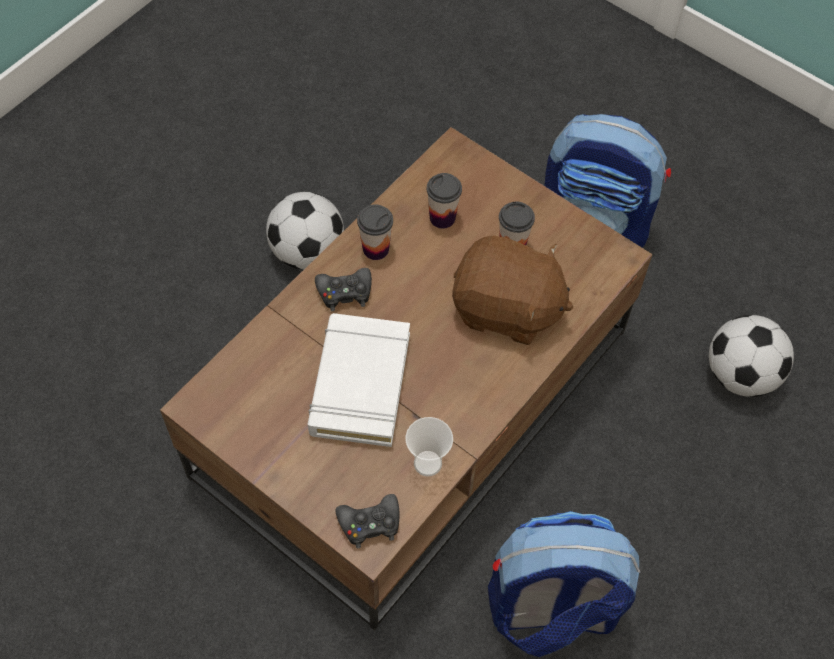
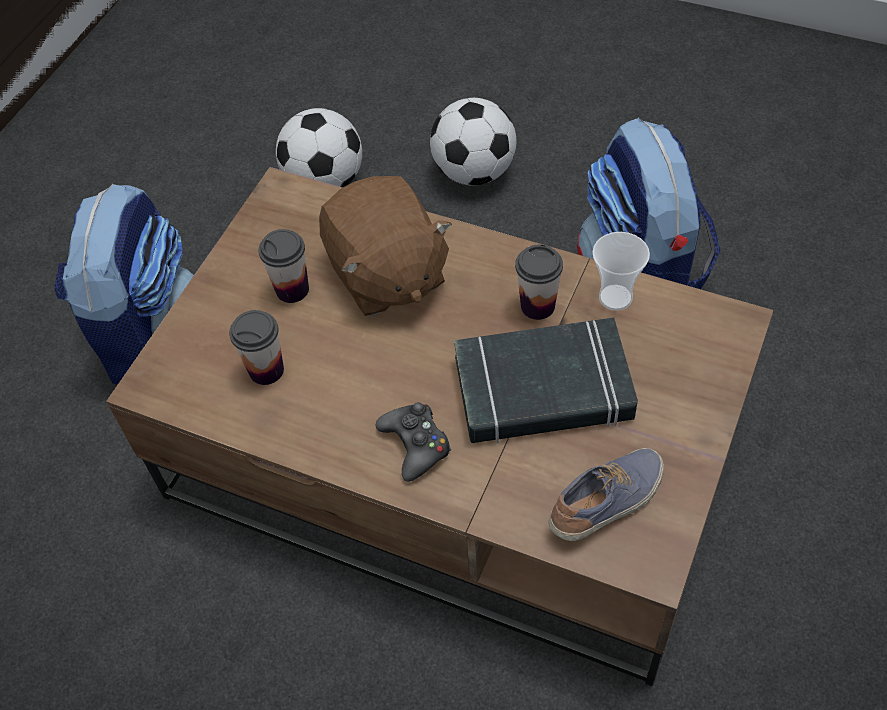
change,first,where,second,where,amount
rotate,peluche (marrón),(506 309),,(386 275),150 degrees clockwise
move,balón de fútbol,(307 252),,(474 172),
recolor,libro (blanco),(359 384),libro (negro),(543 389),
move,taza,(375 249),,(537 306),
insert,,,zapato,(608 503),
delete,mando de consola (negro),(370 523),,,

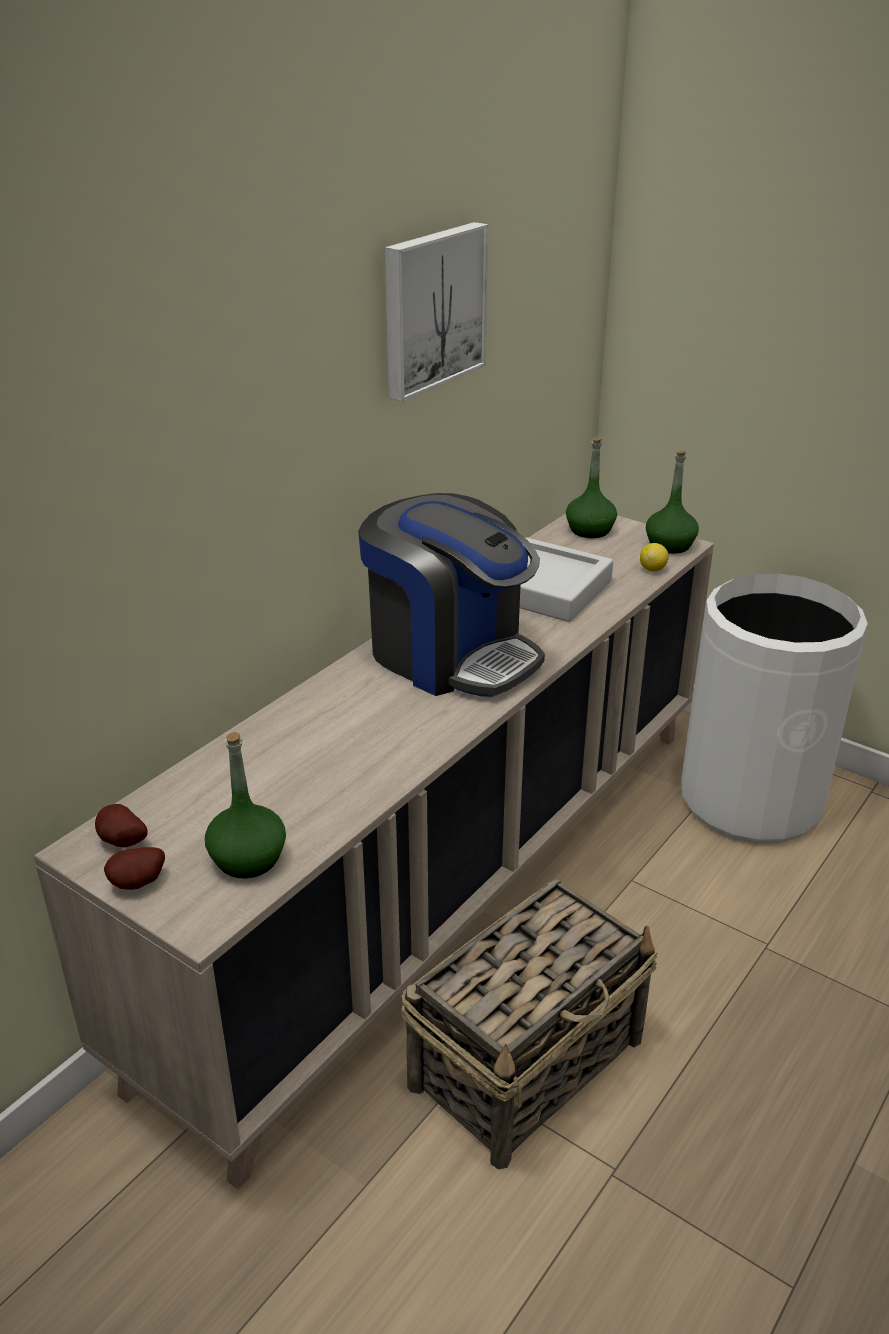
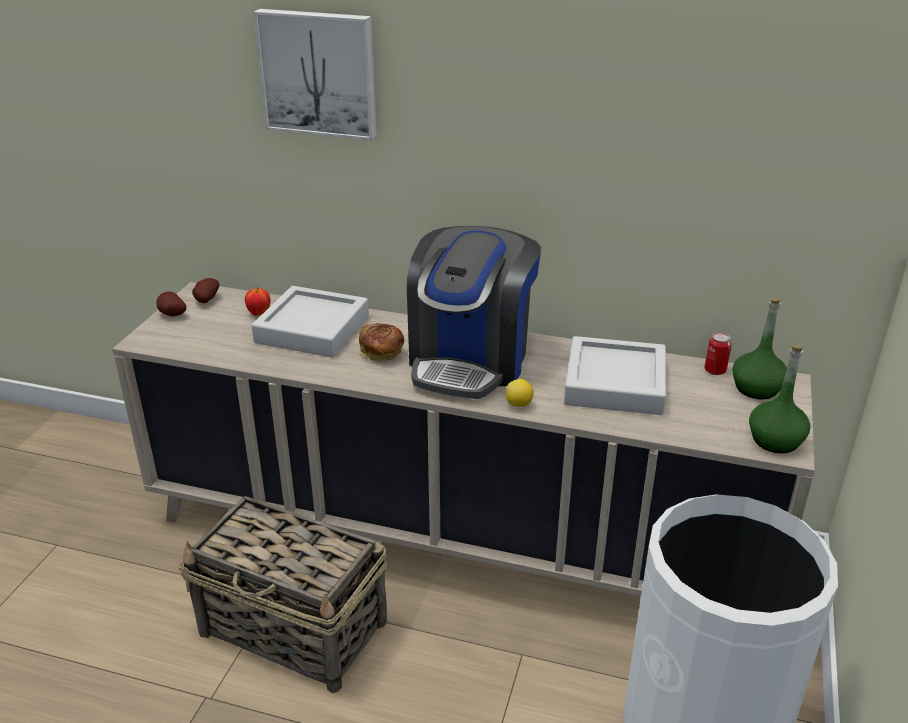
change,first,where,second,where,amount
insert,,,manzana,(259 313),
insert,,,bandeja (gris),(312 329),
move,cuadro,(431 309),,(319 73),
insert,,,pan,(382 353),
move,limón,(652 569),,(519 404),
insert,,,lata,(715 370),
delete,botella (verde),(248 859),,,

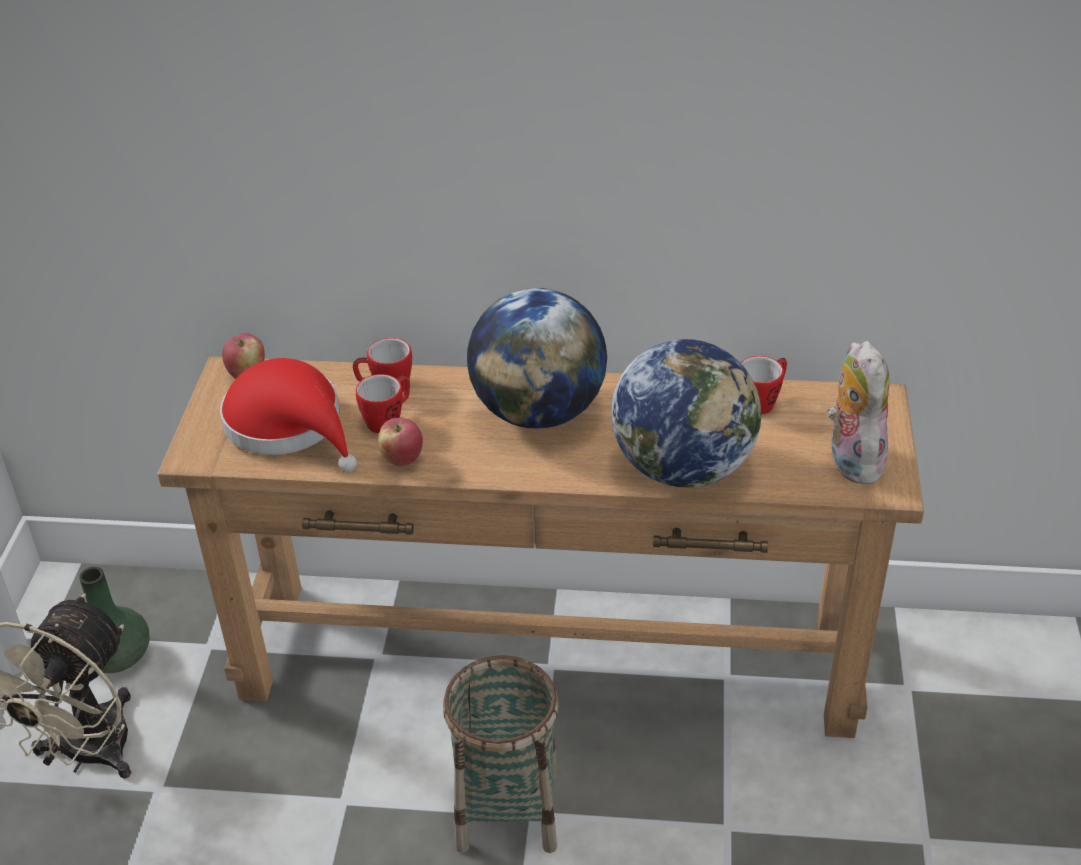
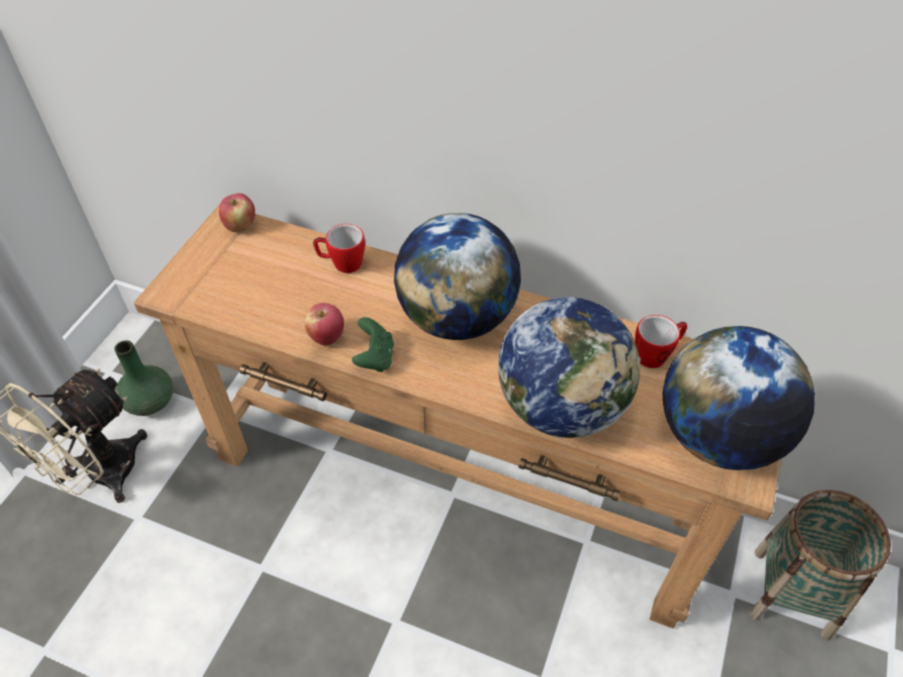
change,first,where,second,where,amount
insert,,,mando de consola (verde),(375 358),
replace,peluche,(850 459),globo terráqueo,(718 437),
move,cesta,(507 810),,(792 592),
delete,sombrero (rojo),(290 425),,,
delete,taza grande,(388 419),,,

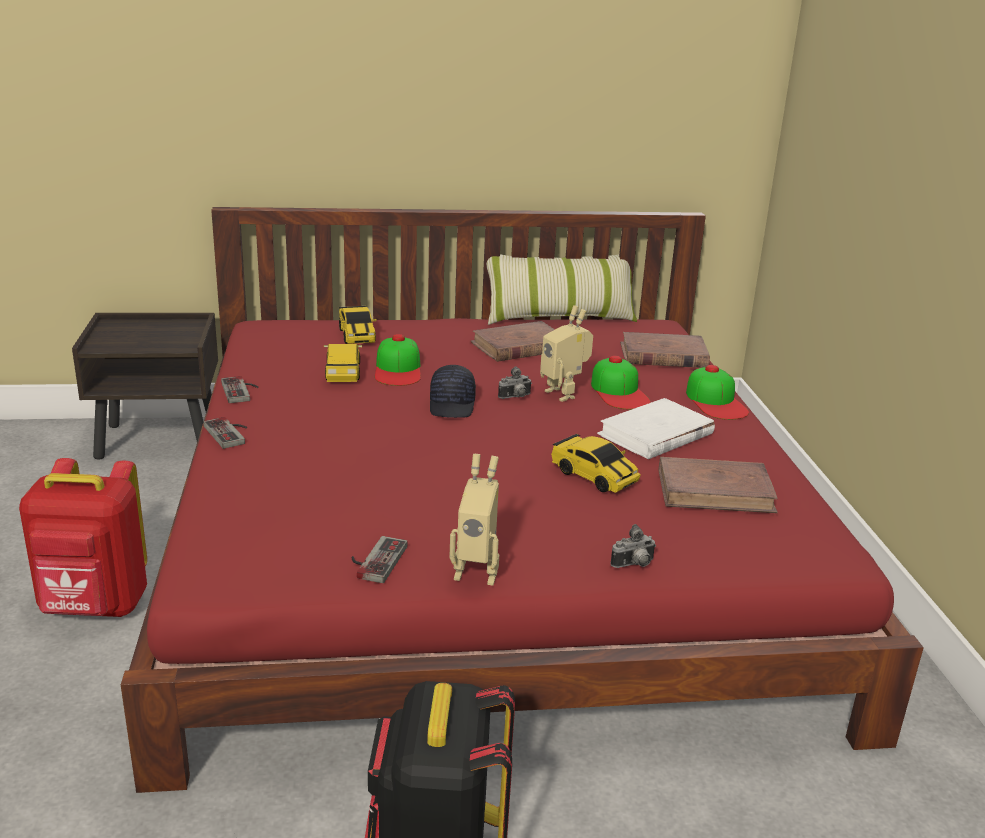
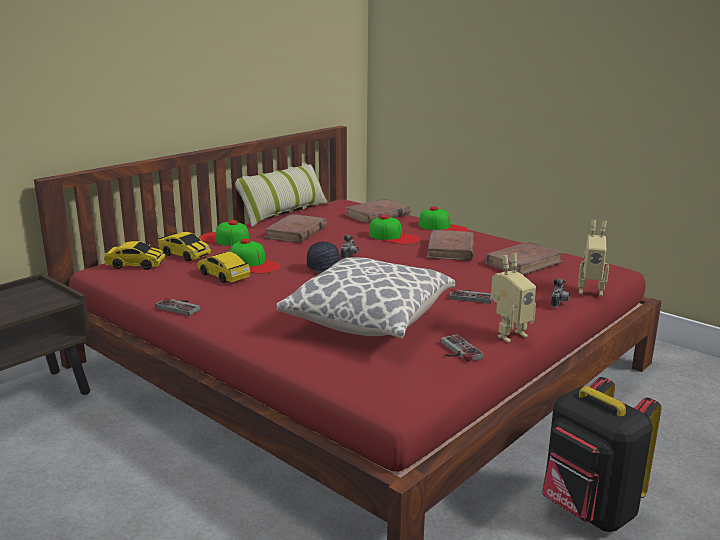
change,first,where,second,where,amount
move,coche de juguete,(594 476),,(135 265),
insert,,,gorra,(224 239),
insert,,,cojín,(368 322),
recolor,libro (blanco),(655 434),libro (marrón),(450 249),
move,mando de consola,(230 433),,(471 296),
move,robot de juguete,(564 393),,(590 290),
delete,mochila (rojo),(95 607),,,

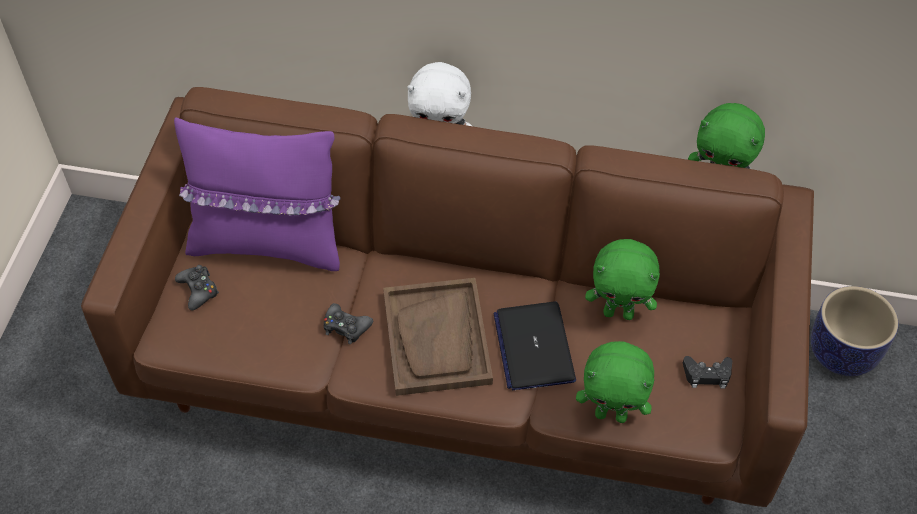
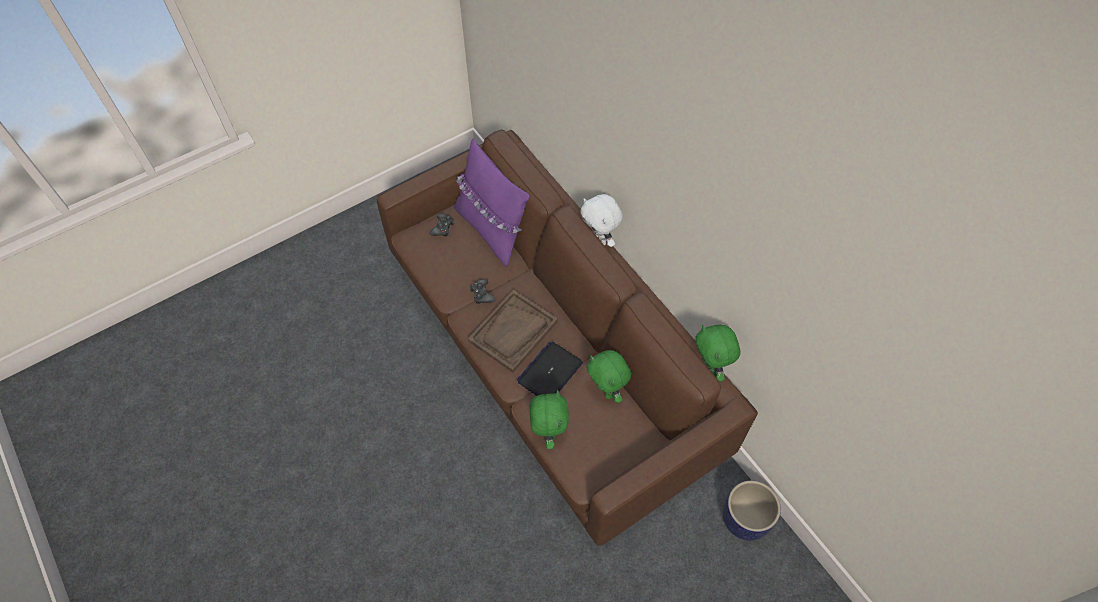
change,first,where,second,where,amount
rotate,peluche (verde),(611 414),,(548 432),150 degrees counterclockwise
delete,mando de consola (negro),(707 374),,,

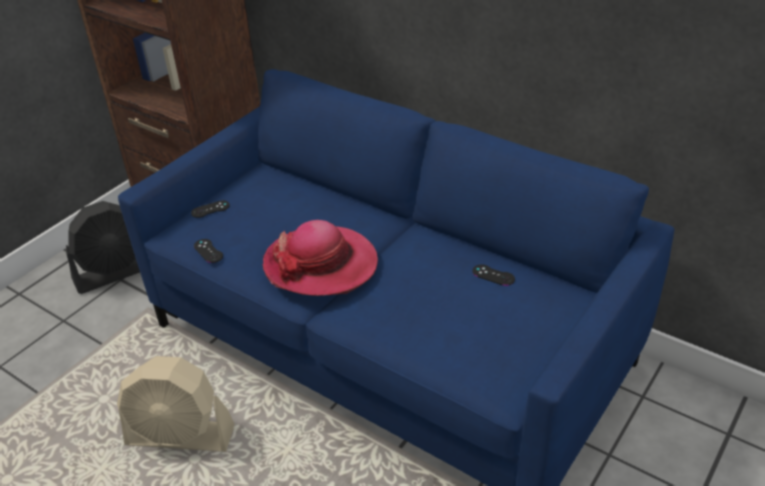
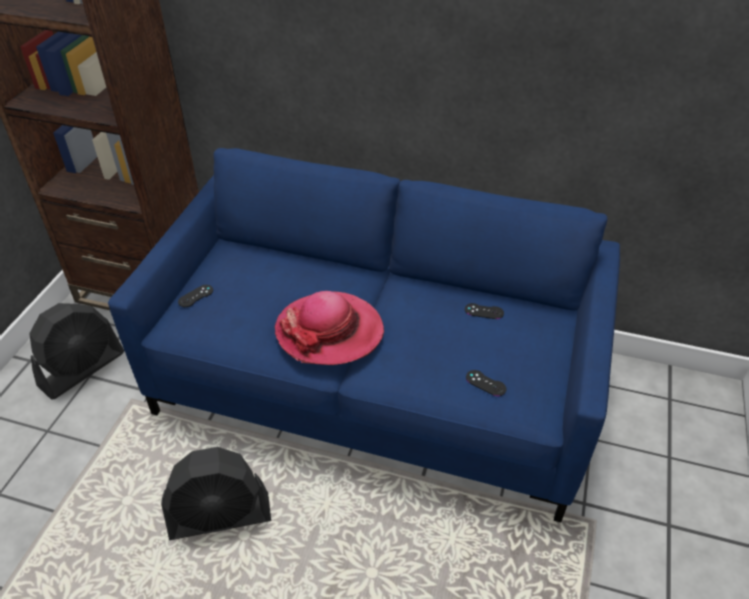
change,first,where,second,where,amount
recolor,ventilador (beis),(181 436),ventilador (negro),(220 517),
move,mando de consola (negro),(208 251),,(485 383),

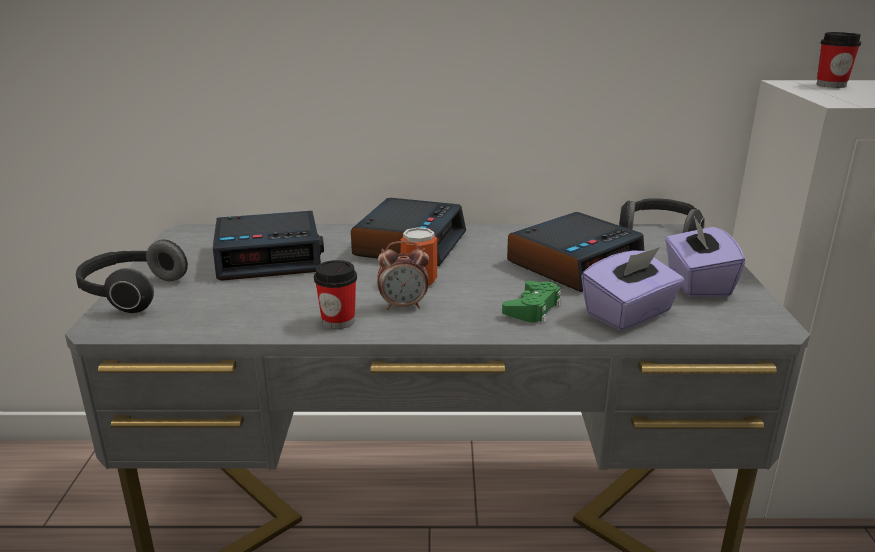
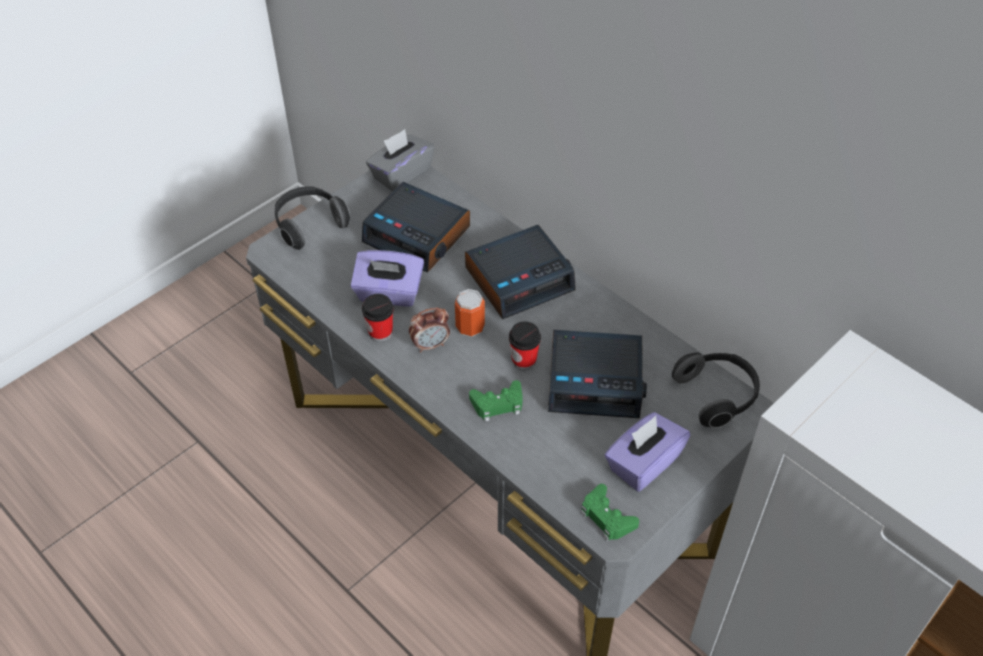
change,first,where,second,where,amount
move,caja de pañuelos (morado),(629 314),,(389 293),
insert,,,caja de pañuelos (gris),(401 174),
rotate,despertador,(403 306),,(430 345),60 degrees counterclockwise
move,taza,(831 85),,(524 360),
insert,,,mando de consola (verde),(607 517),

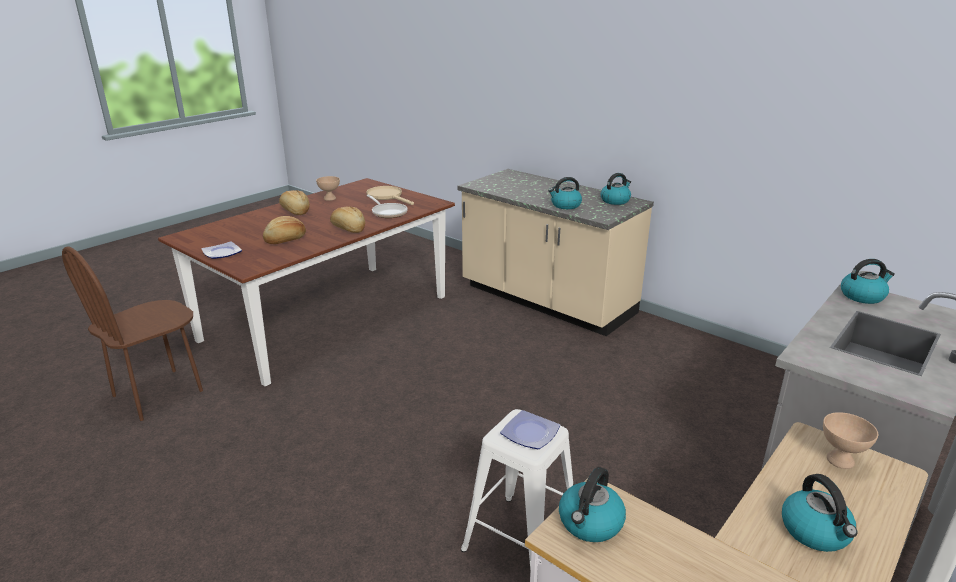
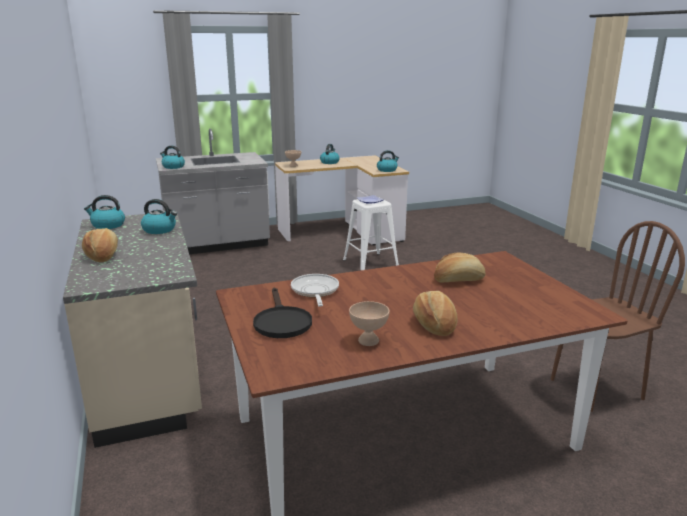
change,first,where,second,where,amount
move,pan,(348 229),,(103 255),
recolor,sartén (beis),(387 196),sartén (negro),(281 322),
delete,plato,(222 252),,,

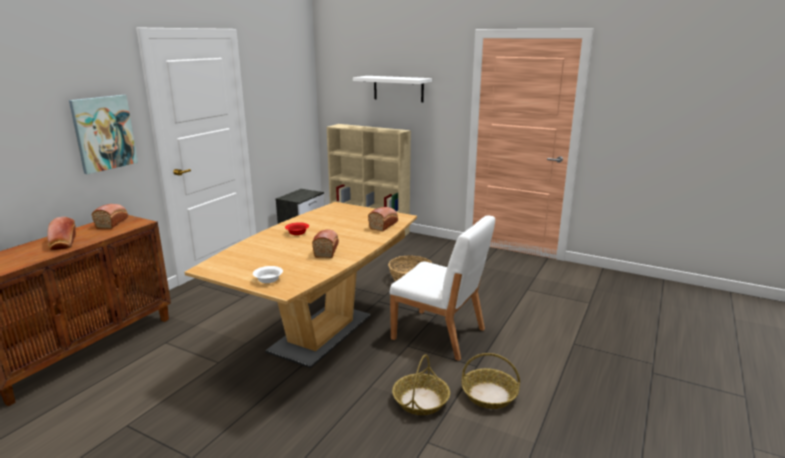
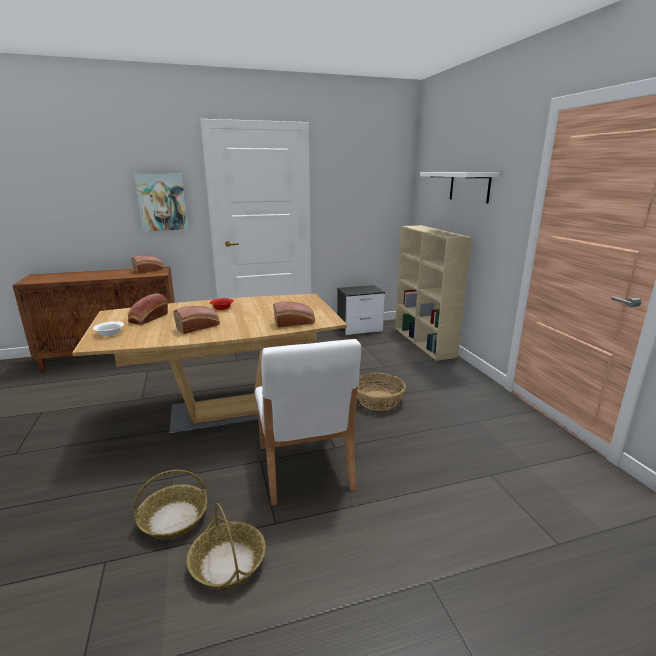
change,first,where,second,where,amount
move,pan,(63 243),,(148 319),

